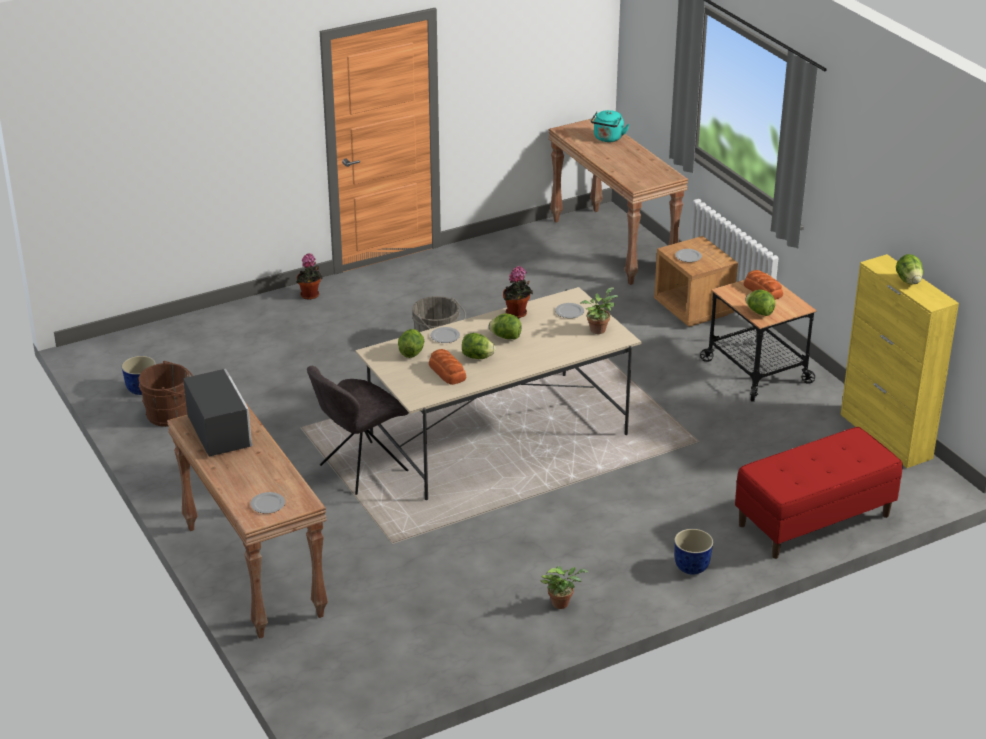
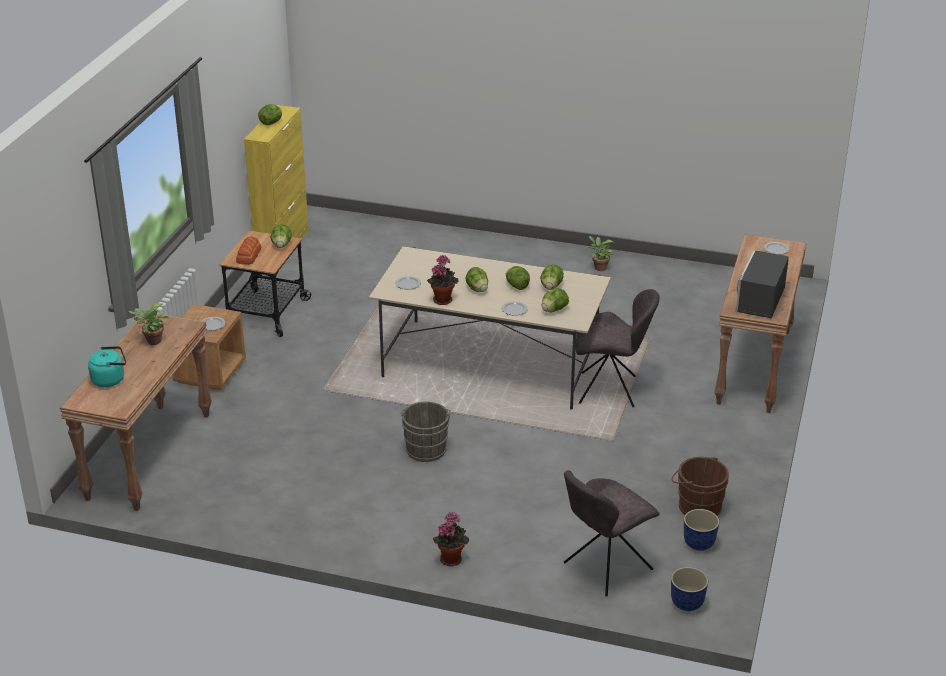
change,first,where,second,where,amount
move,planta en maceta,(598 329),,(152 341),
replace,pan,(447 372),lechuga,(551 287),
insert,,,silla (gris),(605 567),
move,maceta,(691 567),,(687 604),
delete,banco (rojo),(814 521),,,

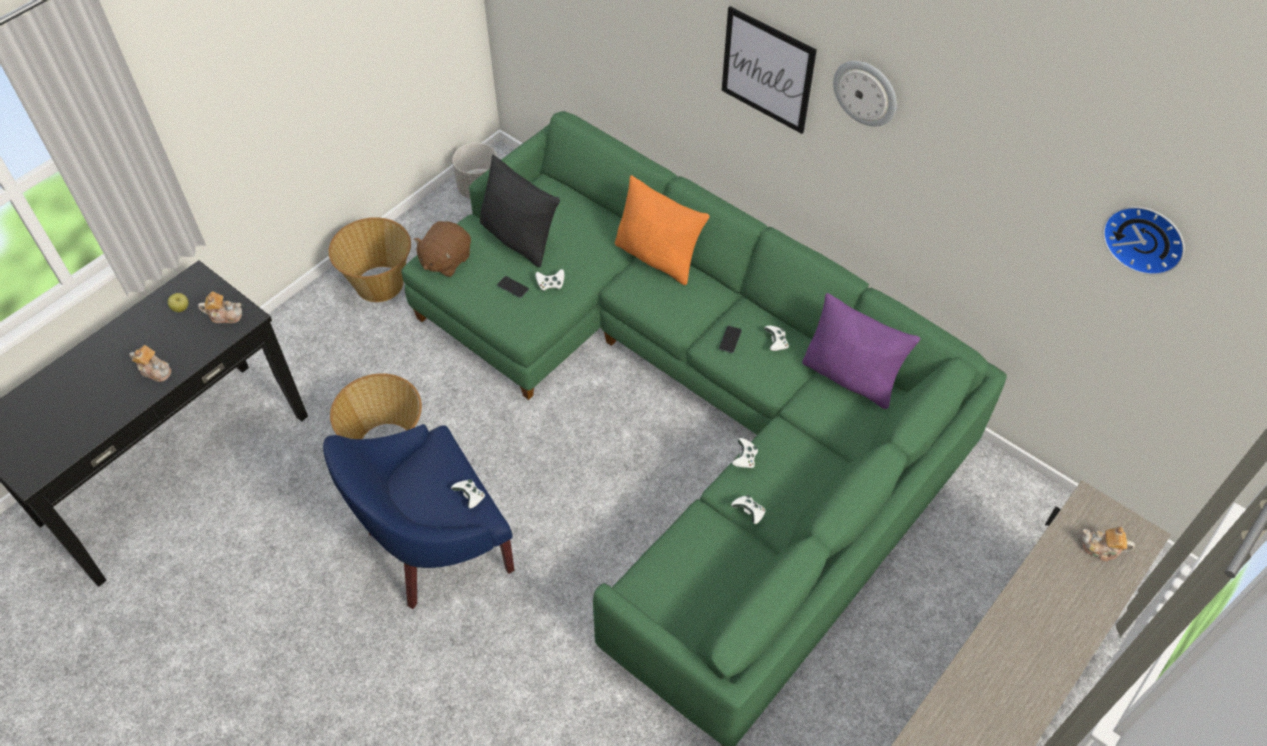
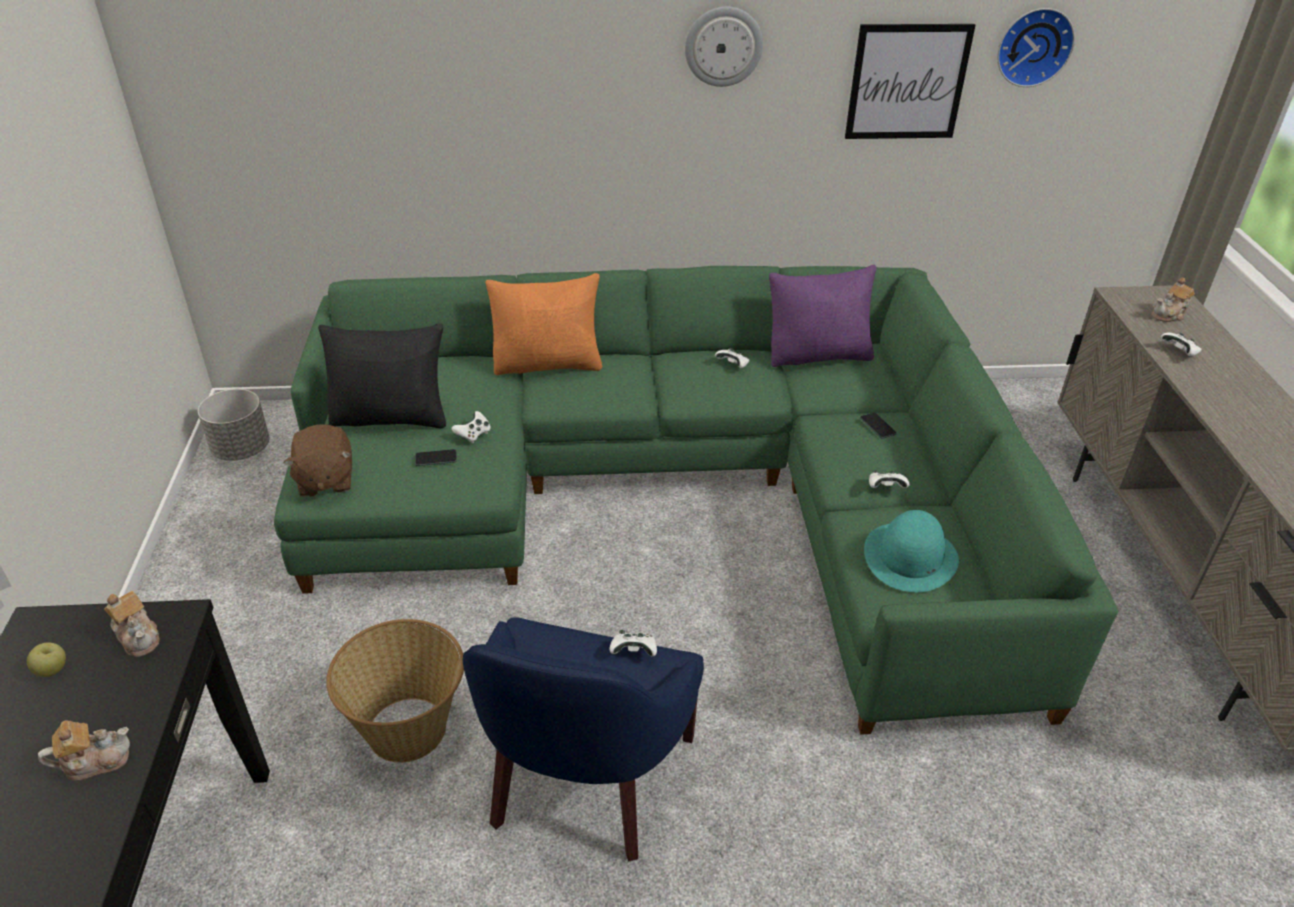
change,first,where,second,where,amount
rotate,tetera,(225 315),,(138 636),90 degrees clockwise
move,cuadro,(767 70),,(907 82),
move,móvil,(730 340),,(877 426),
insert,,,sombrero (turquesa),(910 557),
move,mando de consola (blanco),(744 459),,(1179 353),
delete,cesta,(380 284),,,

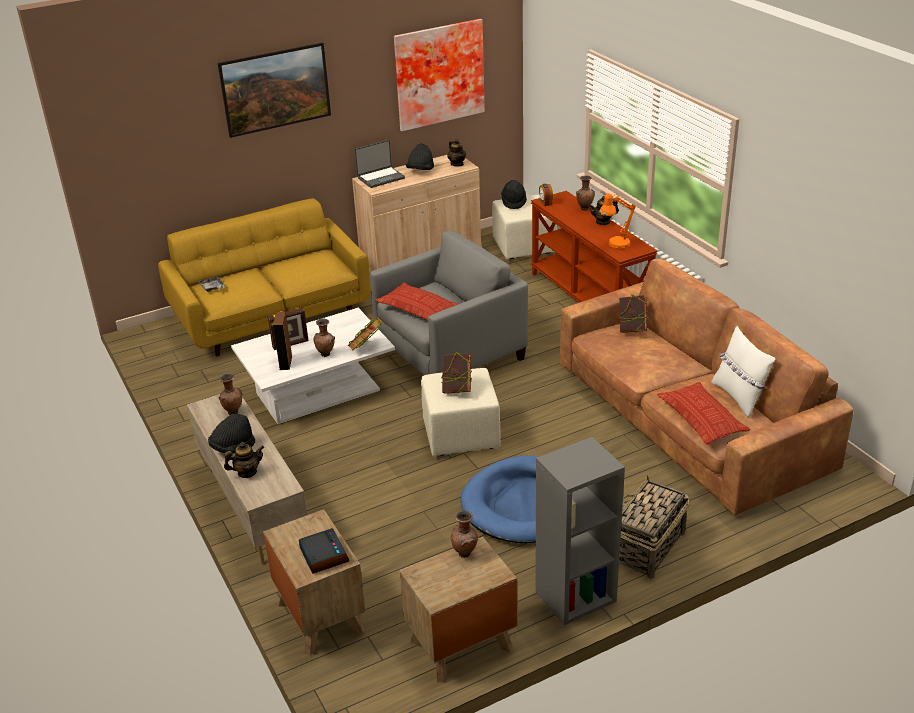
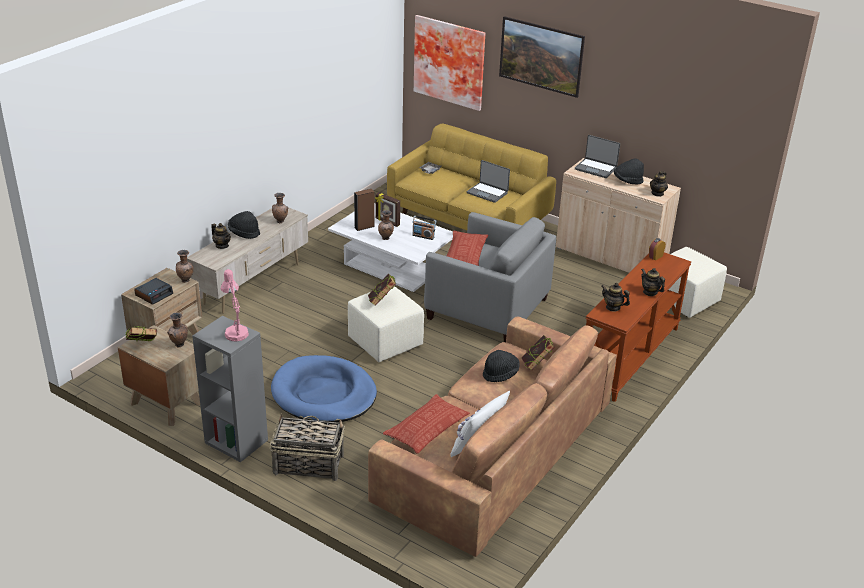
change,first,where,second,where,amount
move,libro,(366 348),,(143 347),
move,florero (marrón),(584 208),,(186 280),
insert,,,lámpara de mesa (rosa),(235 331),
insert,,,radio,(423 236),
move,cuadro,(438 73),,(450 61),
insert,,,portátil,(487 193),
move,sombrero (negro),(513 202),,(500 374),
replace,lámpara de mesa (naranja),(615 245),tetera,(613 307),

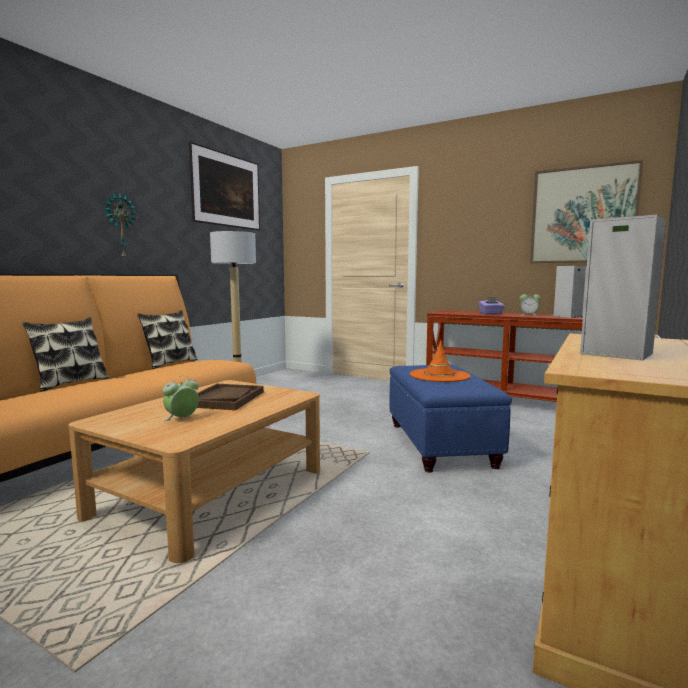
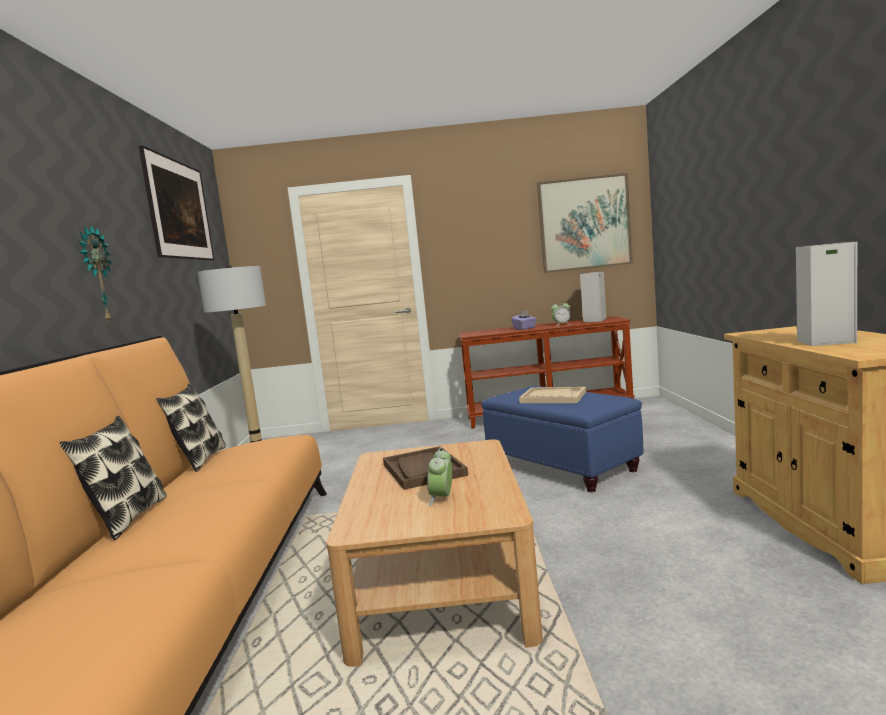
change,first,where,second,where,amount
replace,sombrero (naranja),(439 376),bandeja (beis),(553 397),

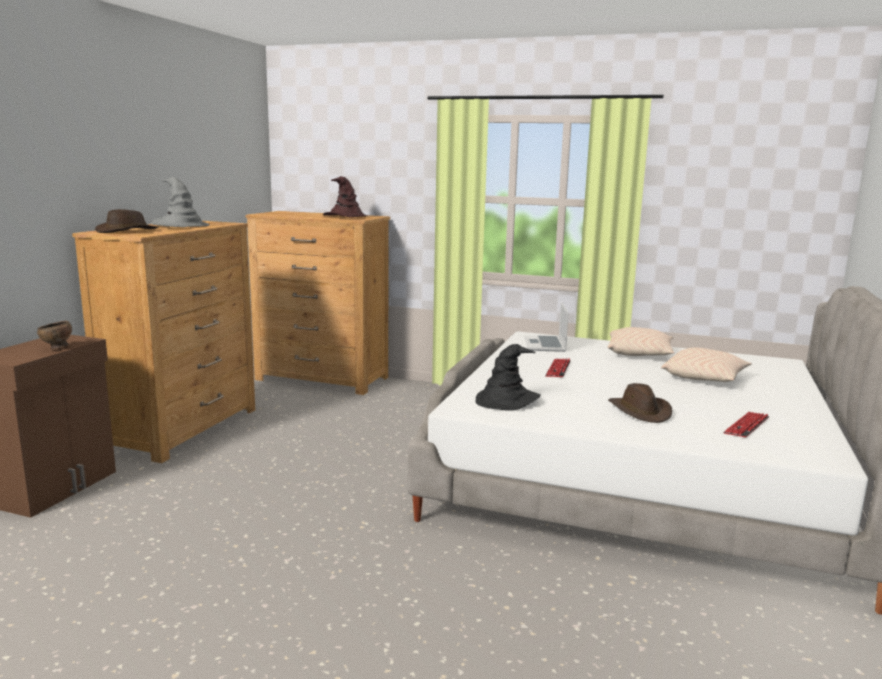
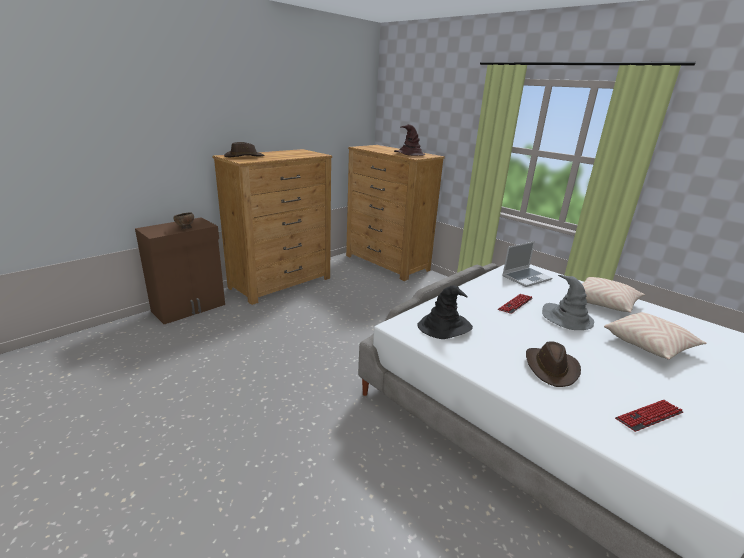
change,first,where,second,where,amount
rotate,portátil,(545 345),,(526 277),150 degrees counterclockwise
move,sombrero (gris),(181 226),,(567 318),

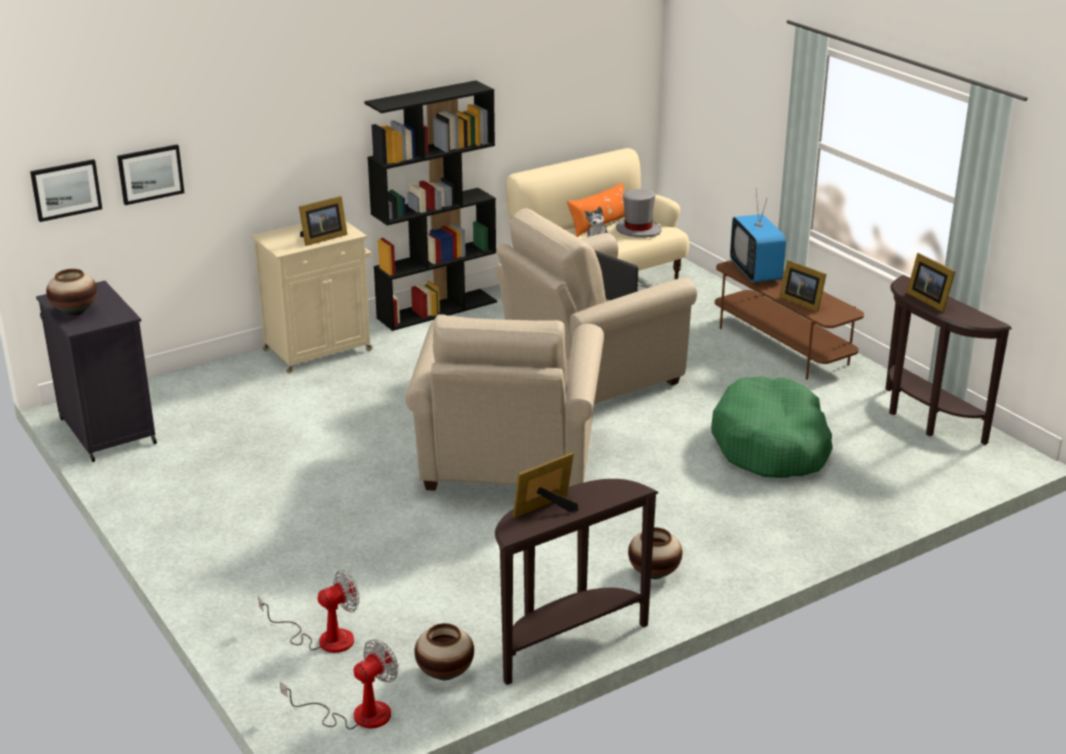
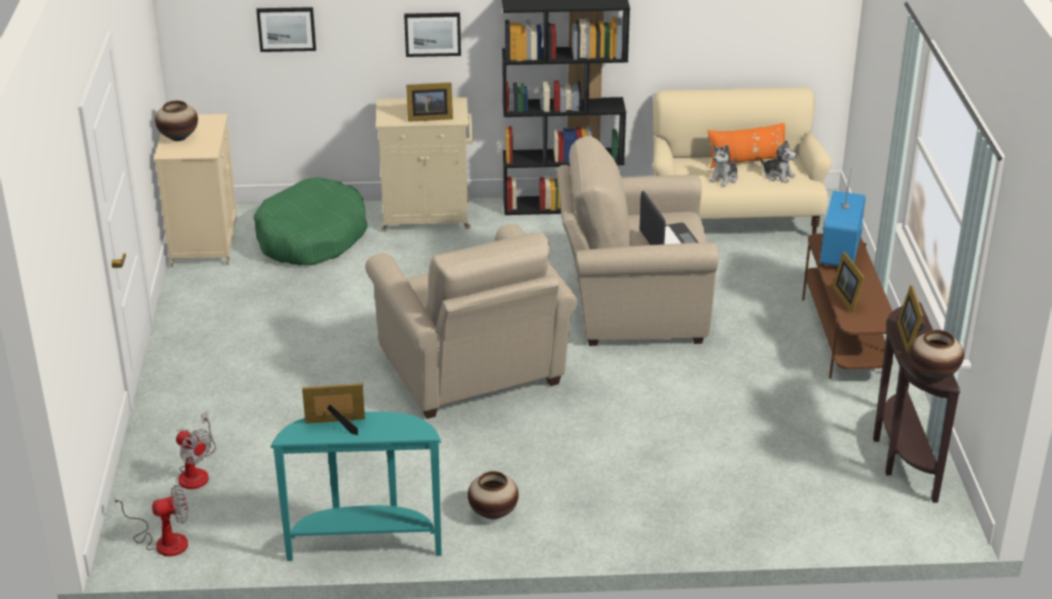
change,first,where,second,where,amount
recolor,armario (negro),(106 430),armario (beis),(204 241),
rotate,ventilador,(324 638),,(196 472),45 degrees clockwise
move,cama para perro (verde),(771 445),,(311 238),
recolor,mesa consola (marrón),(566 642),mesa consola (turquesa),(364 544),
rotate,sillón (beis),(507 465),,(473 374),60 degrees counterclockwise
move,cuadro,(66 189),,(432 34),
replace,sombrero (gris),(638 230),peluche,(778 176),
move,florero,(444 673),,(933 374),

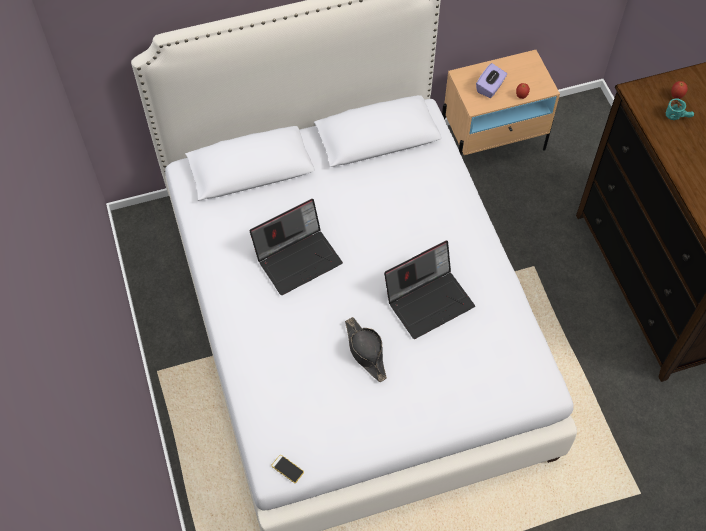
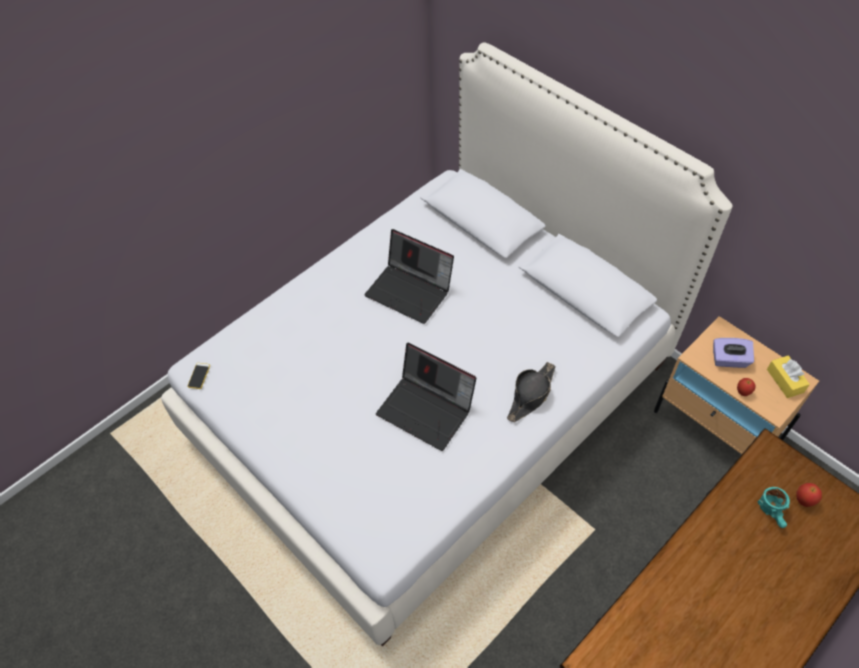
change,first,where,second,where,amount
move,sombrero (negro),(366 352),,(531 395),
insert,,,caja de pañuelos (amarillo),(785 381),

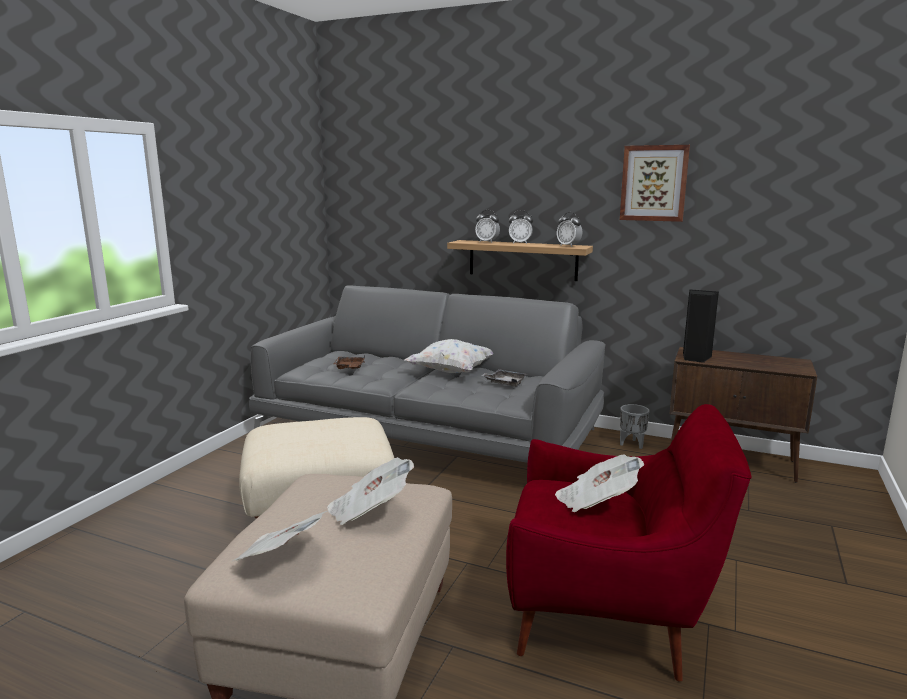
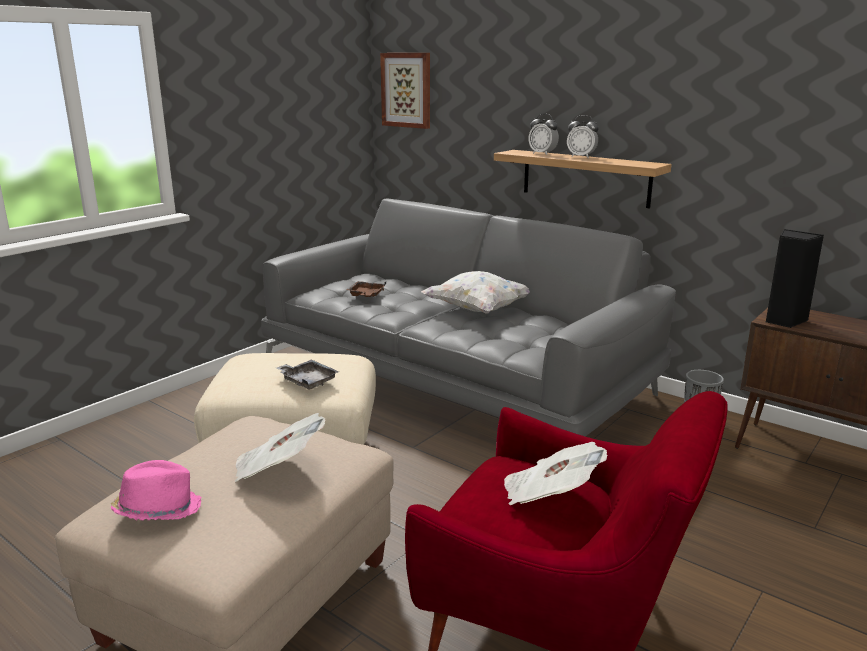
change,first,where,second,where,amount
replace,periódico,(282 558),sombrero (rosa),(158 510),
move,bandeja (gris),(505 383),,(308 381),
move,cuadro,(654 183),,(407 90),
delete,despertador,(568 246),,,

